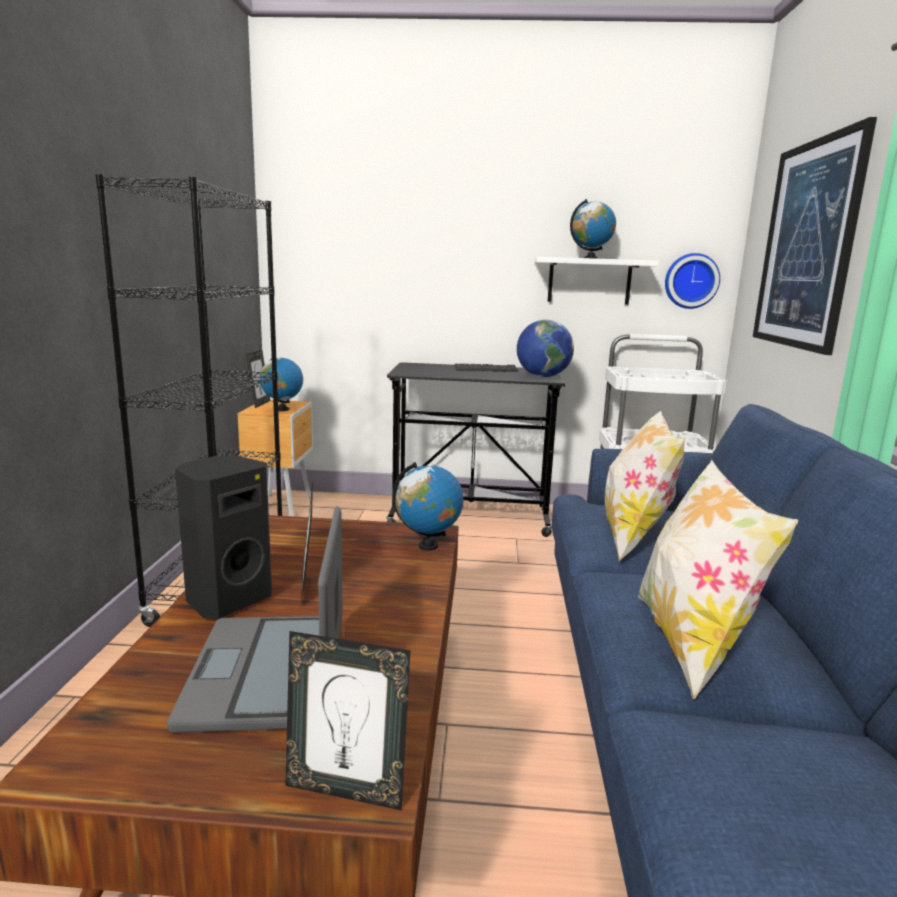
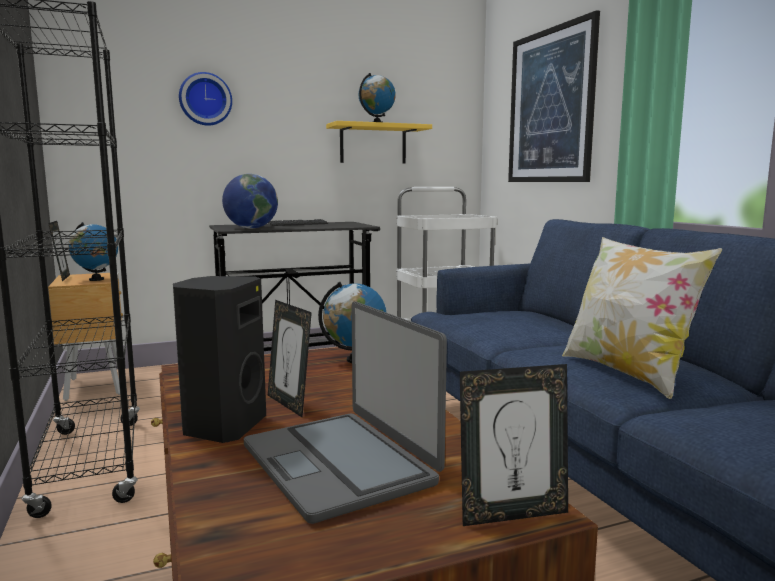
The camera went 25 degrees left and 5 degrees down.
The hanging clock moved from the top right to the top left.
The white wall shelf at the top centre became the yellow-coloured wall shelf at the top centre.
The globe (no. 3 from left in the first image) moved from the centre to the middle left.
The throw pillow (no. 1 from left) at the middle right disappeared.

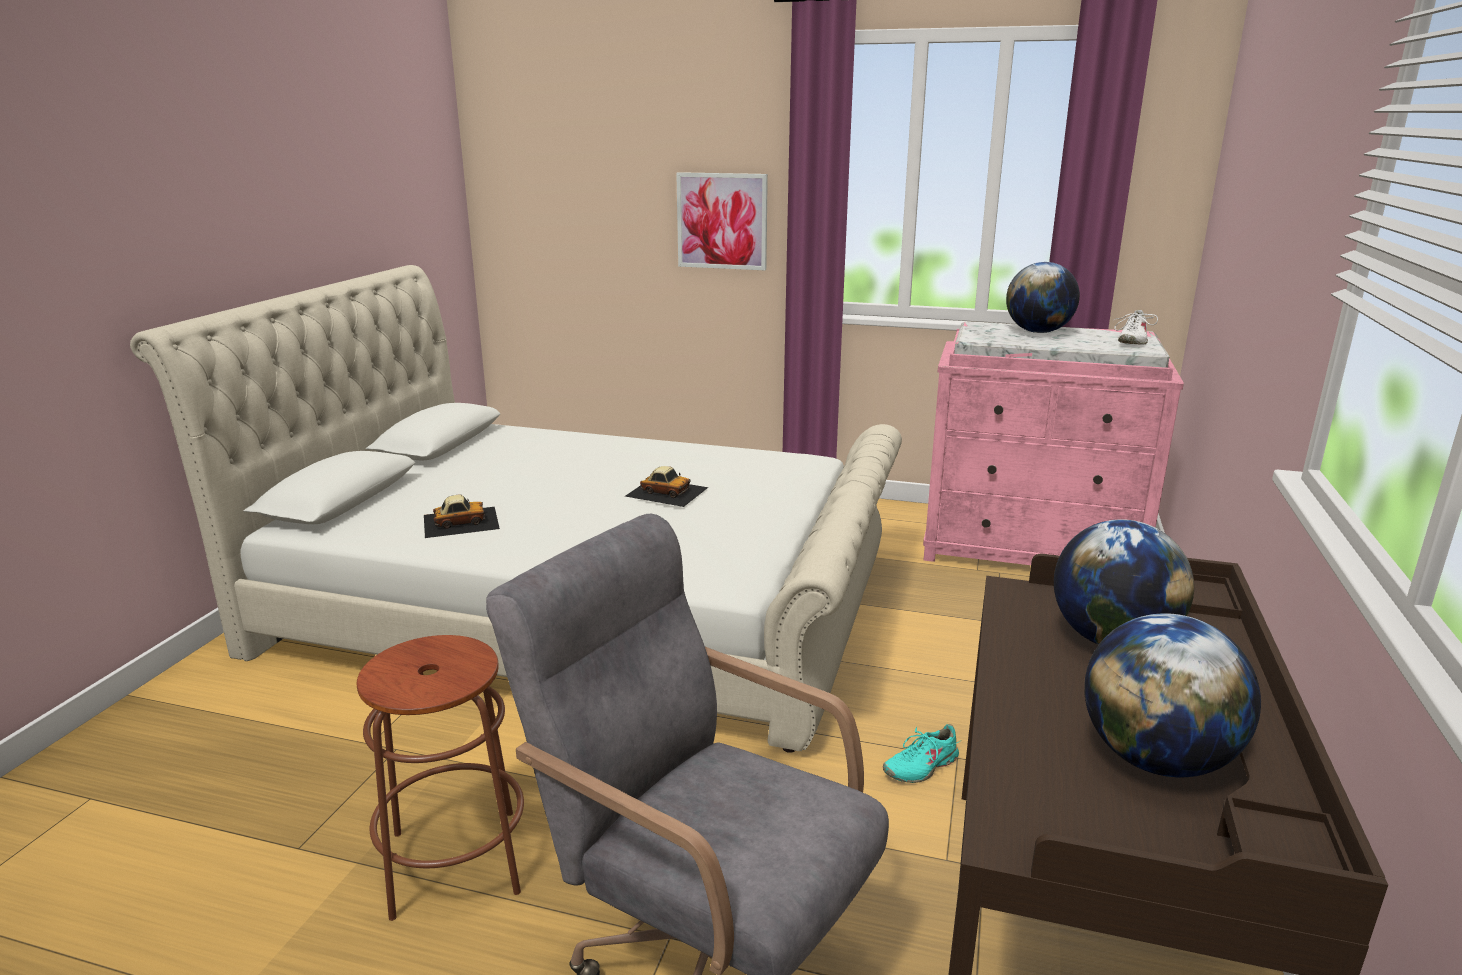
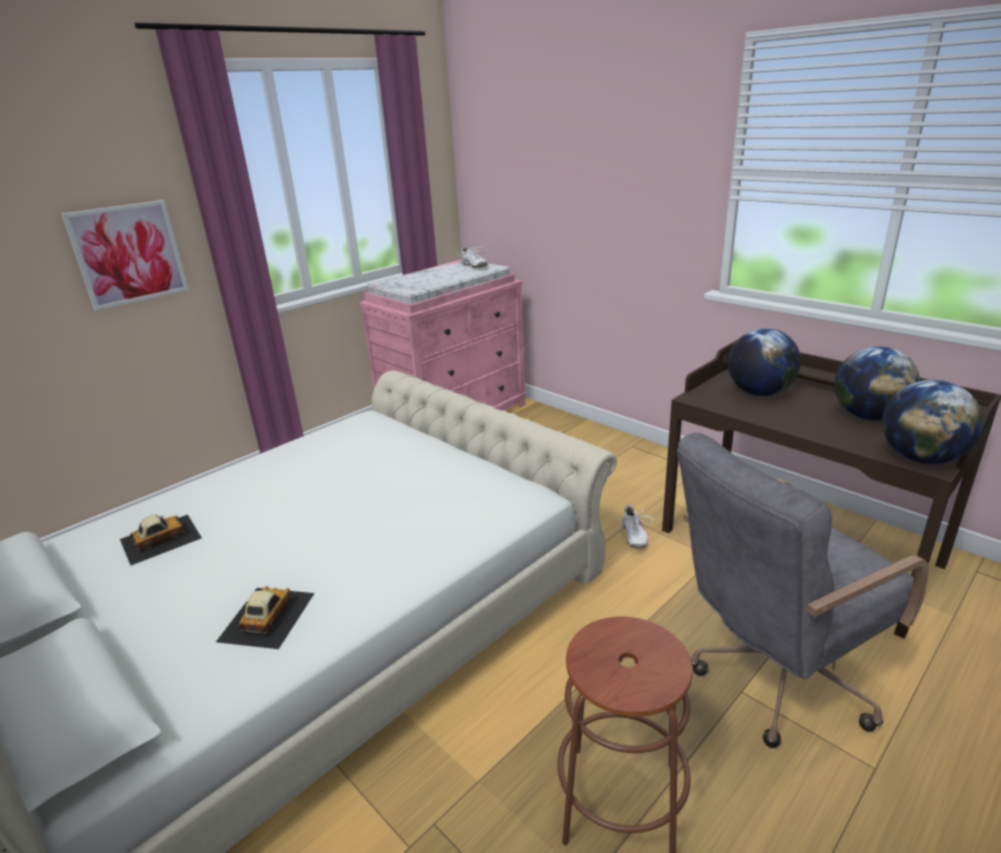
The camera went 60 degrees left and 5 degrees up.
The globe (no. 1 from left in the first image) moved from the top right to the middle right.
The toy car (no. 2 from left in the first image) moved from the centre to the middle left.
The turquoise-coloured low shoe at the bottom centre became the white low shoe (no. 2 from left) at the centre.

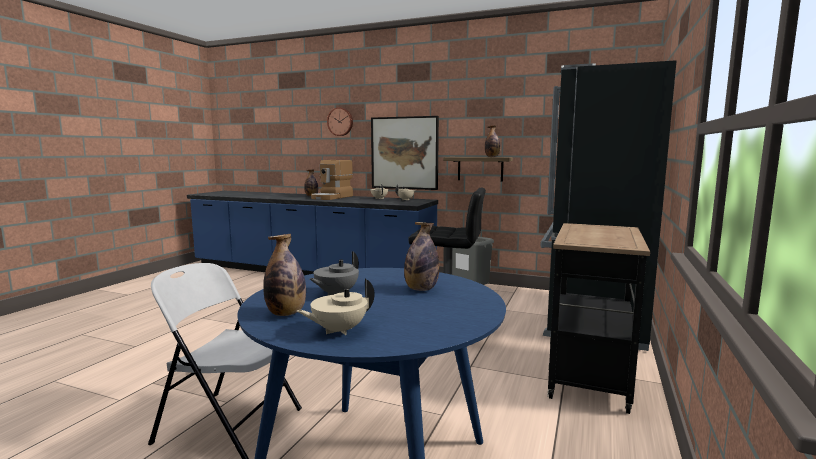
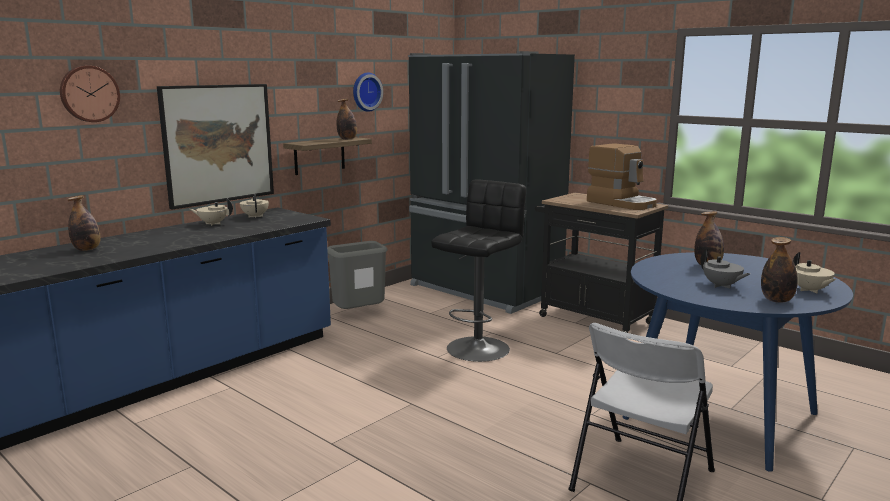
The camera went 70 degrees left and 5 degrees up.
The coffee brewer moved from the centre to the middle right.
The hanging clock (no. 2 from left) at the top centre appeared.

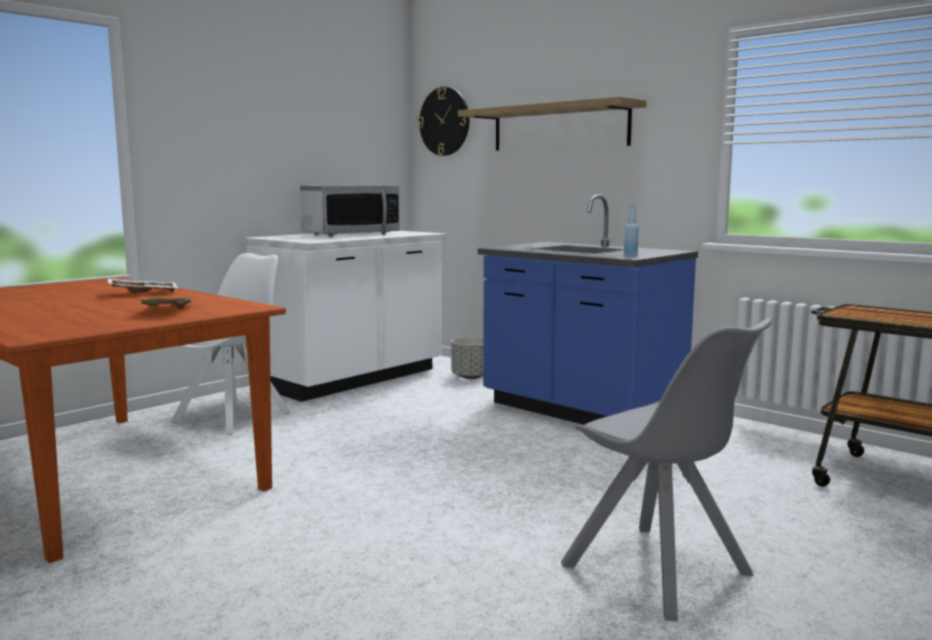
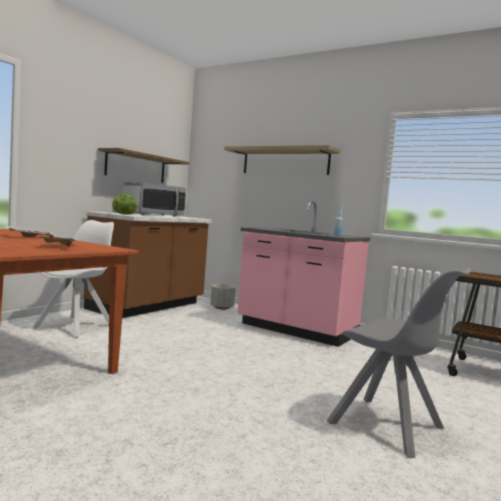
The camera went 10 degrees left and 5 degrees down.
The hanging clock at the top centre disappeared.
The bluish kitchen base unit at the centre became the pink kitchen base unit at the centre.
The white kitchen base unit at the centre became the brown-coloured kitchen base unit at the middle left.
The wall shelf (no. 1 from left) at the top left appeared.
The lettuce head at the middle left appeared.

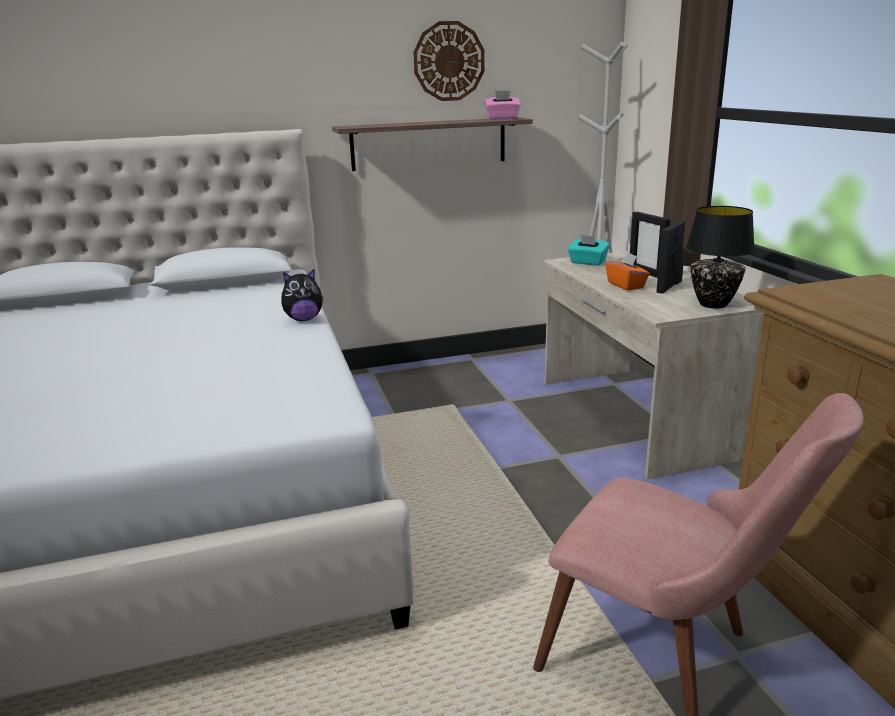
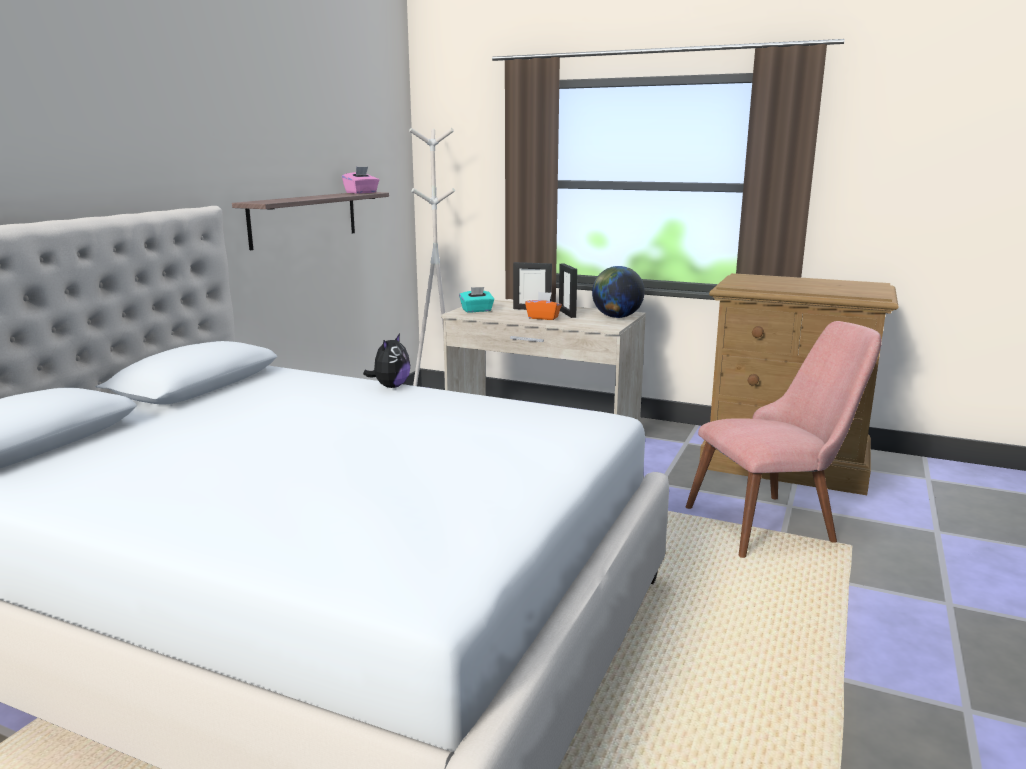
The camera went 50 degrees left and 5 degrees down.
The hanging clock at the top centre disappeared.
The blackish lamp for a table at the middle right was replaced by the globe at the centre.

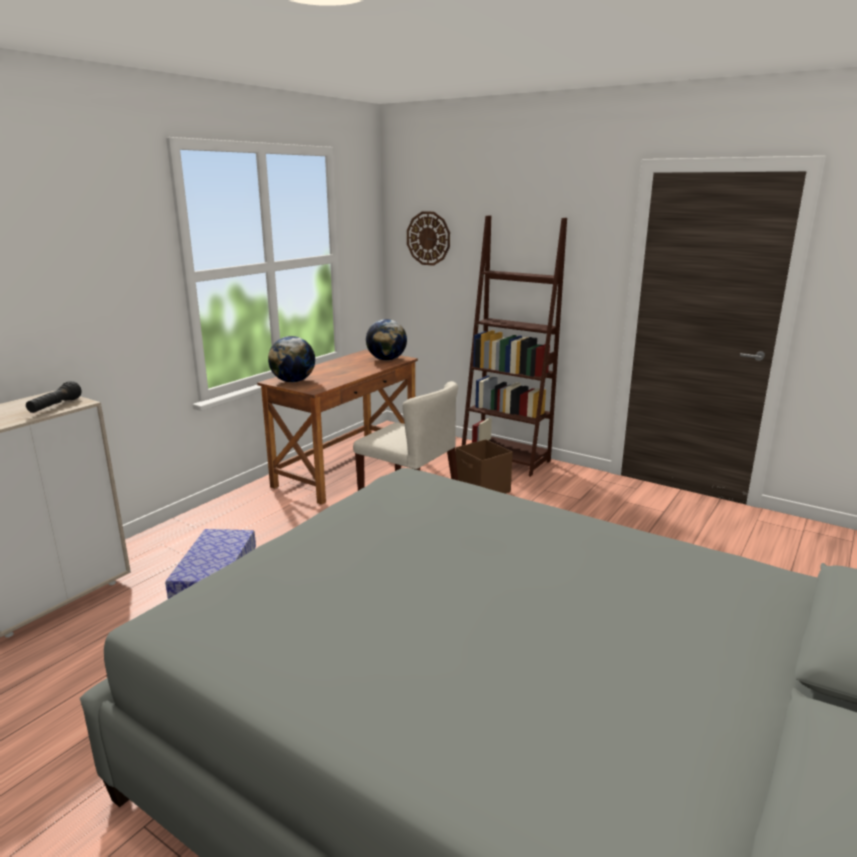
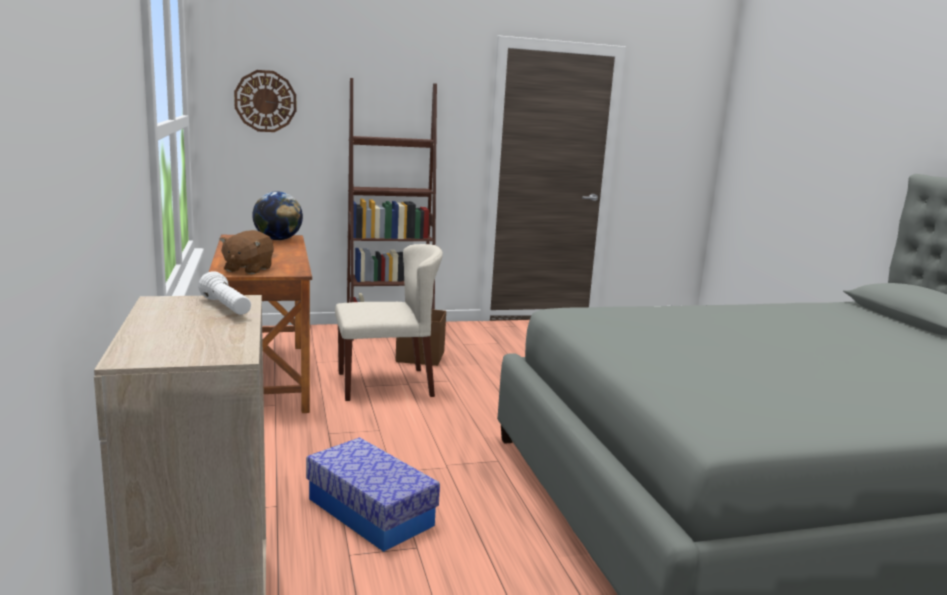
The camera went 50 degrees left and 5 degrees down.
The globe (no. 1 from left) at the centre was replaced by the brown-coloured soft toy at the middle left.
The blackish flashlight at the middle left became the white flashlight at the middle left.

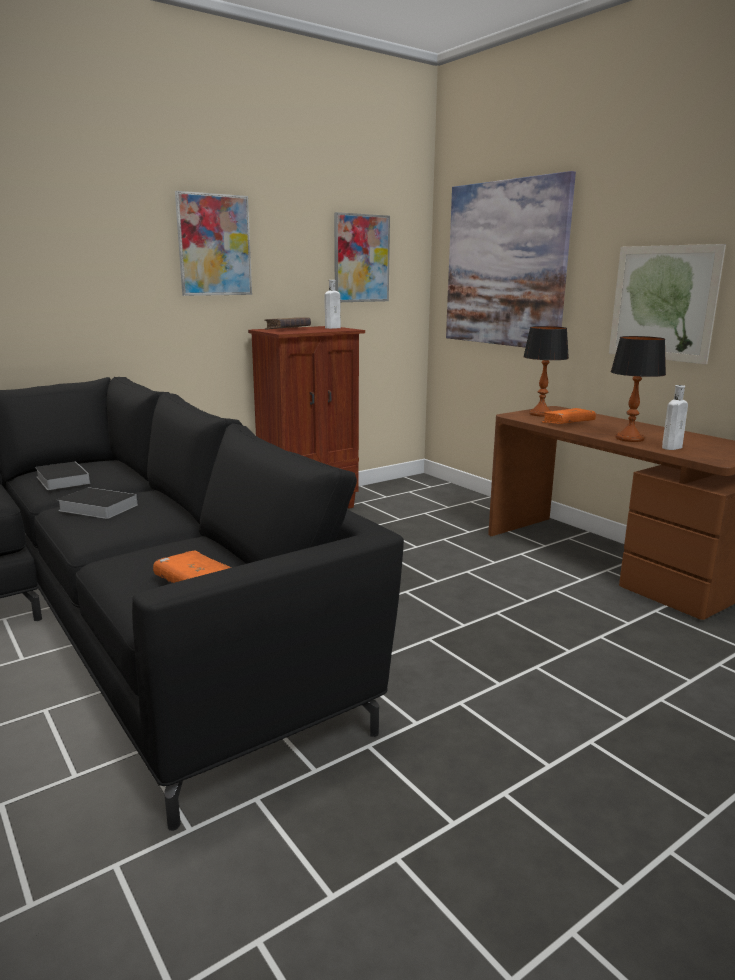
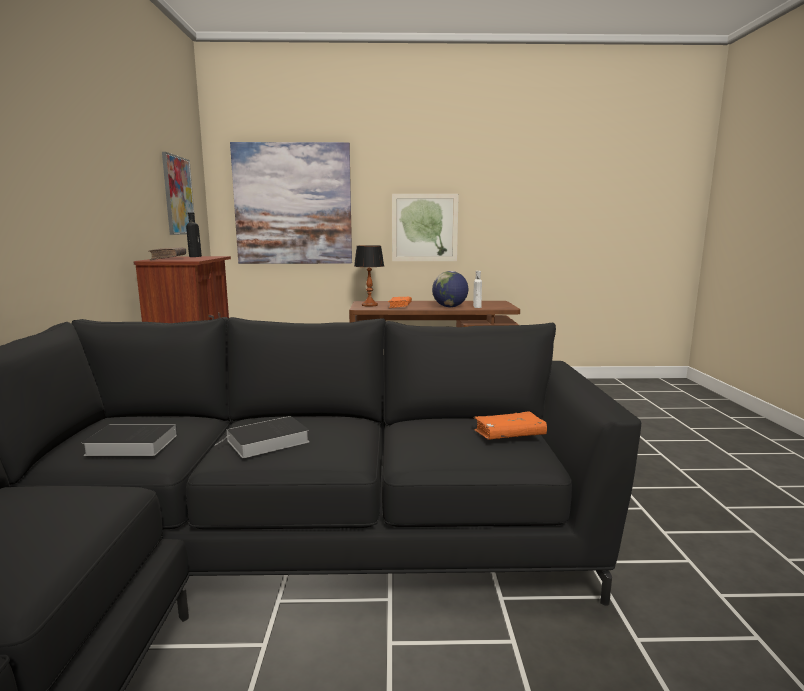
The camera went 55 degrees left and 5 degrees down.
The wall art (no. 1 from left) at the top left disappeared.
The white bottle (no. 1 from left) at the top centre became the blackish bottle at the middle left.
The lamp for a table (no. 2 from left) at the middle right was replaced by the globe at the centre.

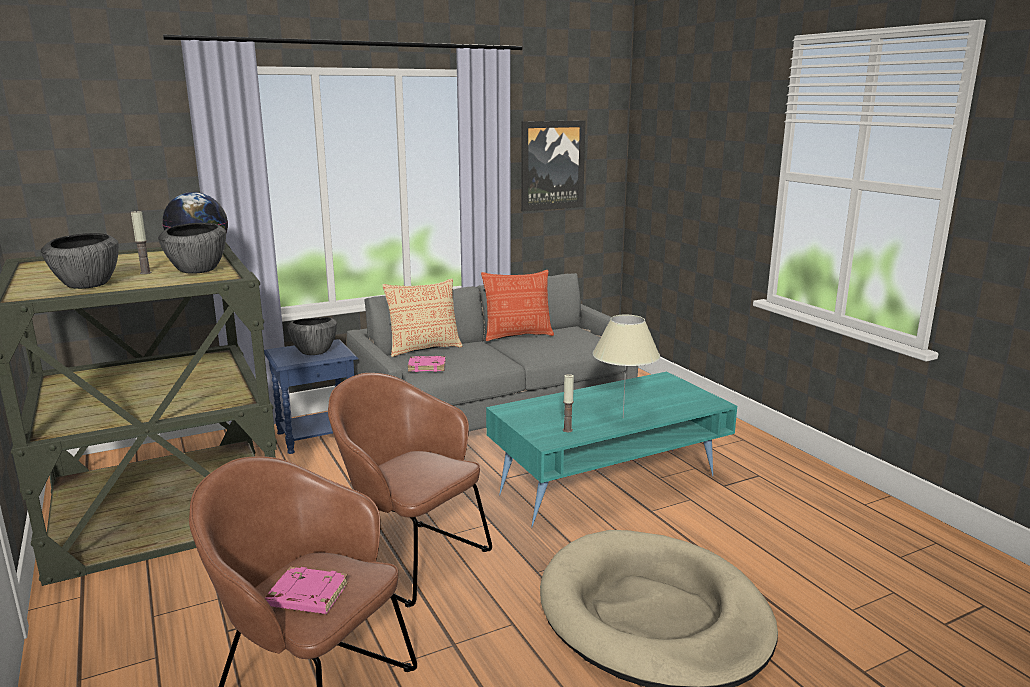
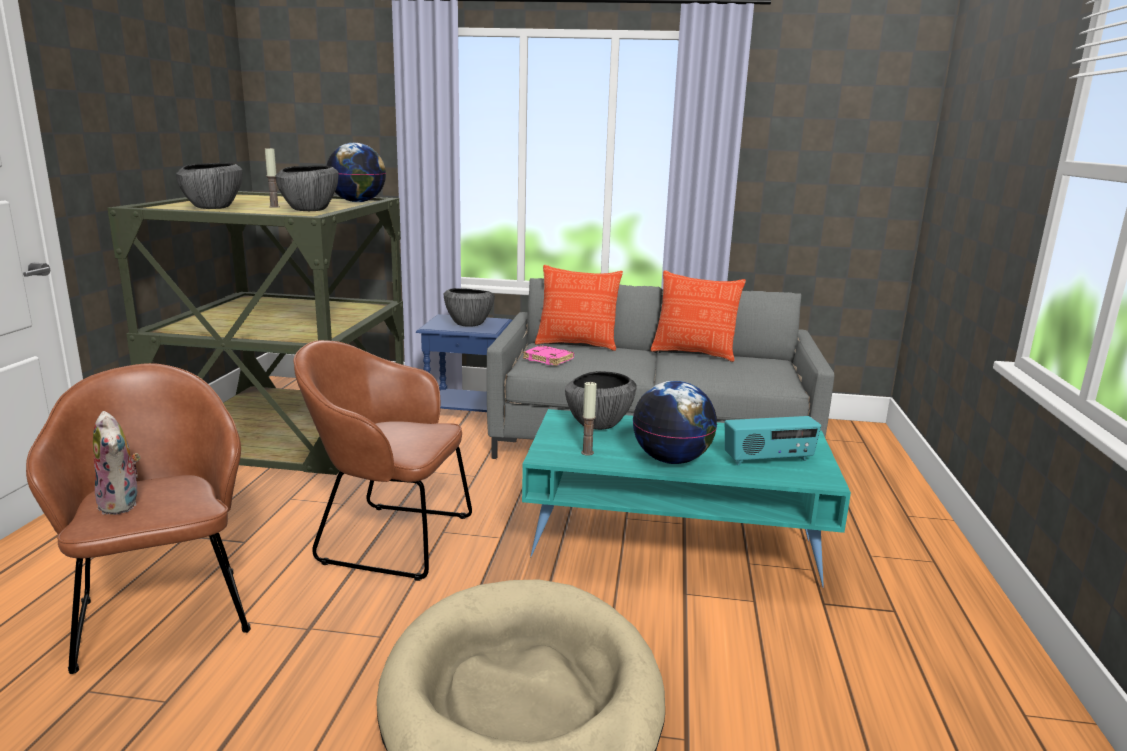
The camera went 35 degrees right and 0 degrees up.
The wall art at the top centre disappeared.
The beige-coloured throw pillow at the centre became the orange-coloured throw pillow (no. 1 from left) at the centre.
The beige-coloured lamp for a table at the centre was replaced by the globe (no. 2 from left) at the centre.
The brown-coloured lounge chair (no. 2 from left) at the bottom centre turned 60 degrees counterclockwise.
The pink bound book (no. 1 from left) at the bottom left was replaced by the soft toy at the middle left.
The deep dish (no. 4 from left) at the centre appeared.
The radio receiver at the middle right appeared.

